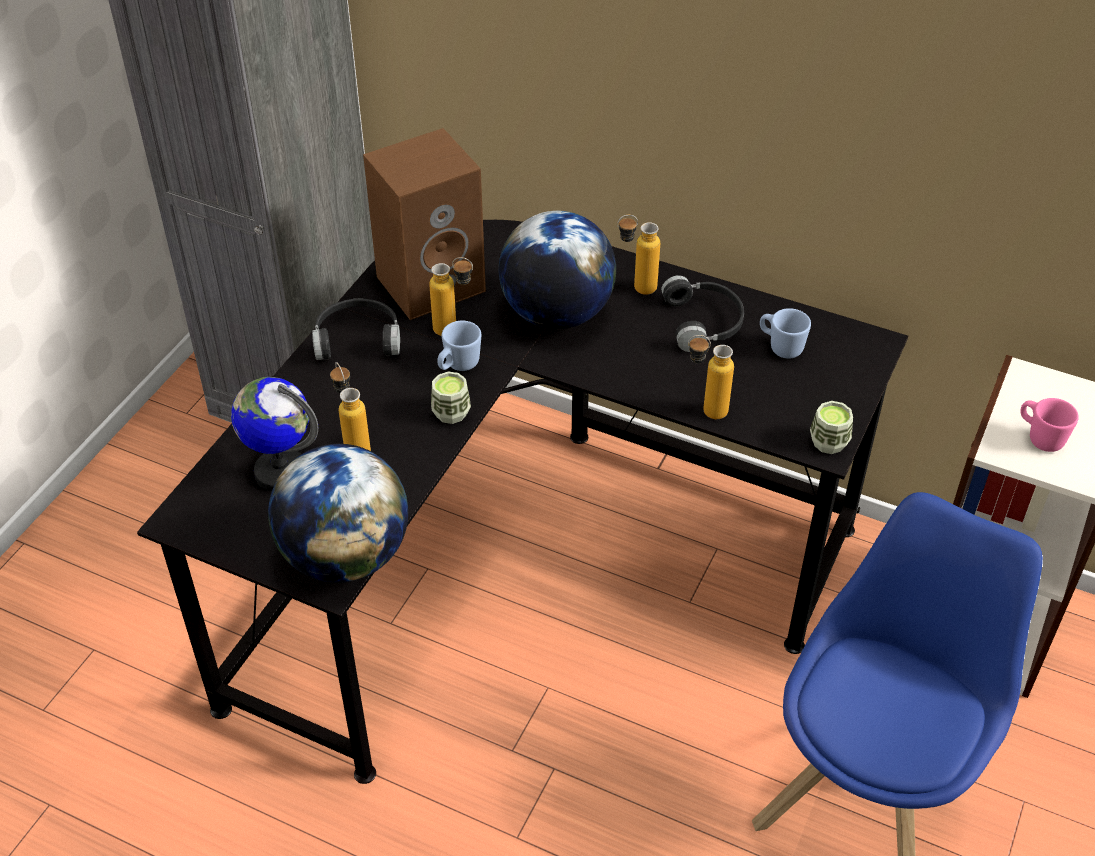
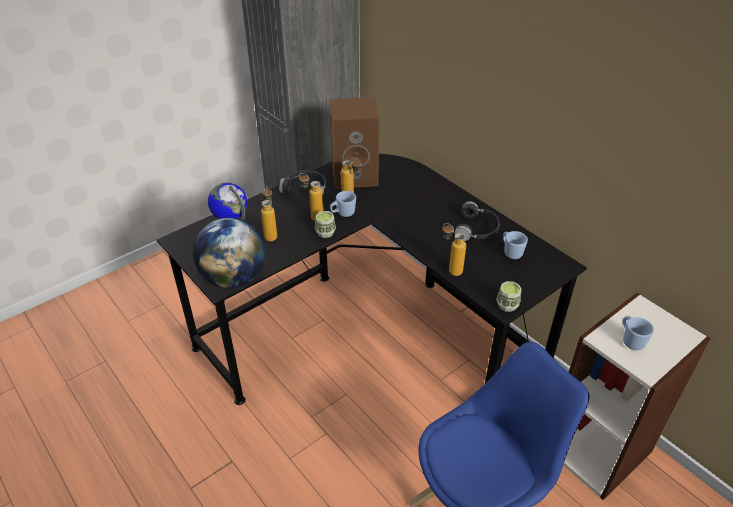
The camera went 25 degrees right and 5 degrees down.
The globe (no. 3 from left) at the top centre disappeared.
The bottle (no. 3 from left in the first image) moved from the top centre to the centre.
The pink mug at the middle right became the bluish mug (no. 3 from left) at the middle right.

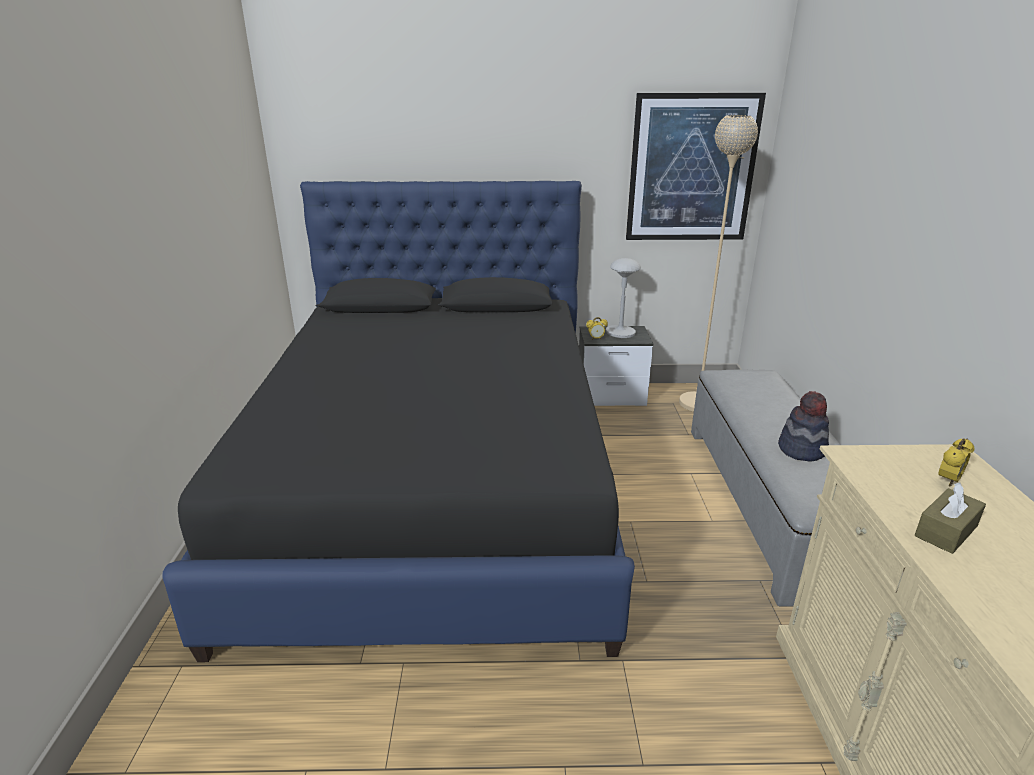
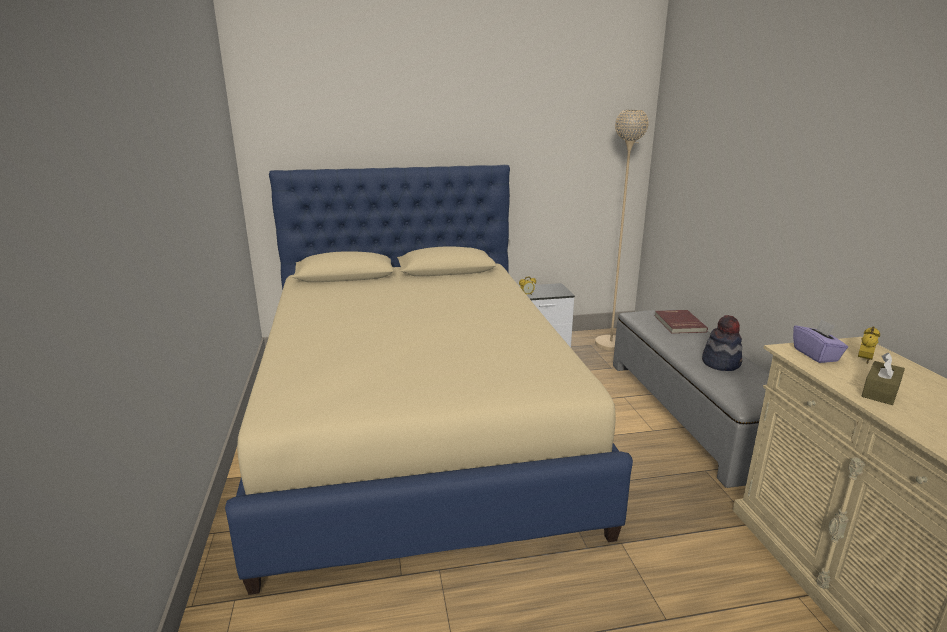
The camera went 10 degrees left and 5 degrees down.
The wall art at the top right disappeared.
The blackish sleeping bed at the centre became the beige-coloured sleeping bed at the centre.
The grey lamp for a table at the centre disappeared.
The red-coloured bound book at the middle right appeared.
The purplish tissue holder at the middle right appeared.

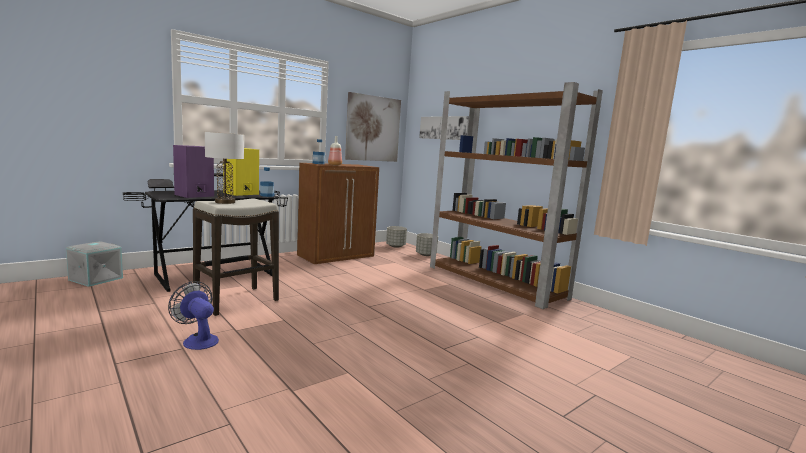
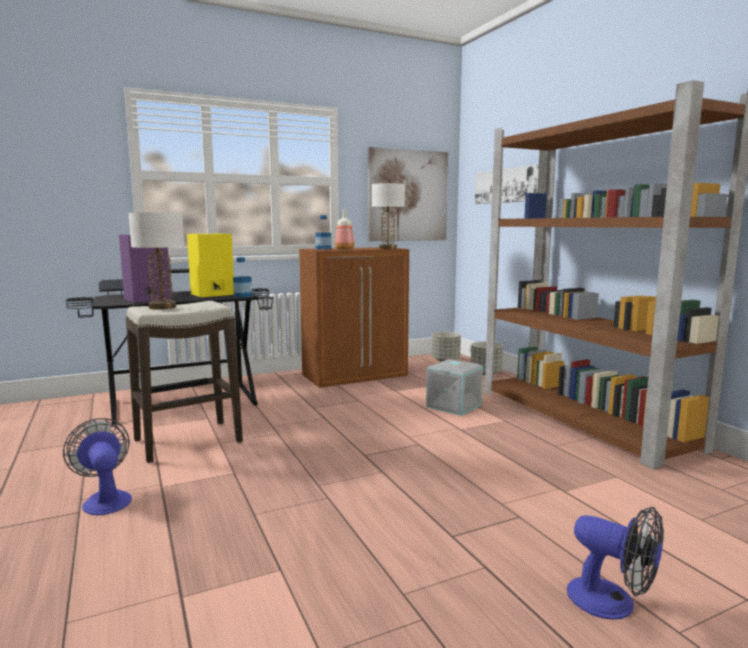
The camera went 15 degrees right and 0 degrees up.
The grey storage bin moved from the middle left to the centre.
The lamp for a table (no. 2 from left) at the centre appeared.
The cooling fan (no. 2 from left) at the bottom right appeared.

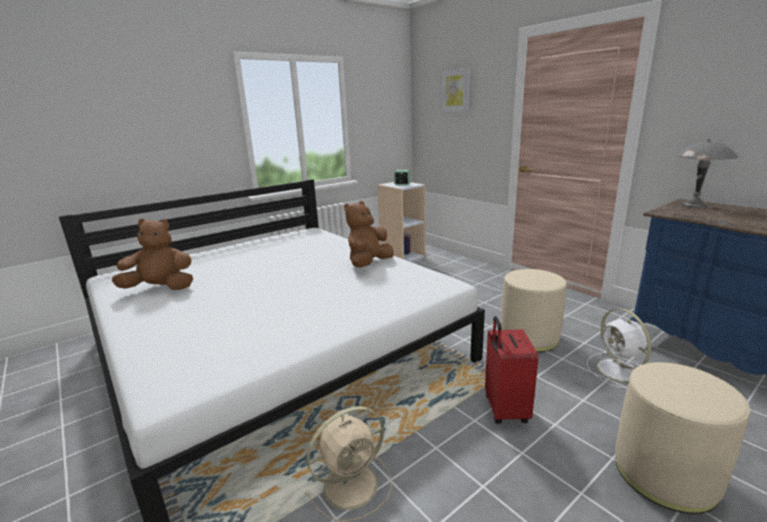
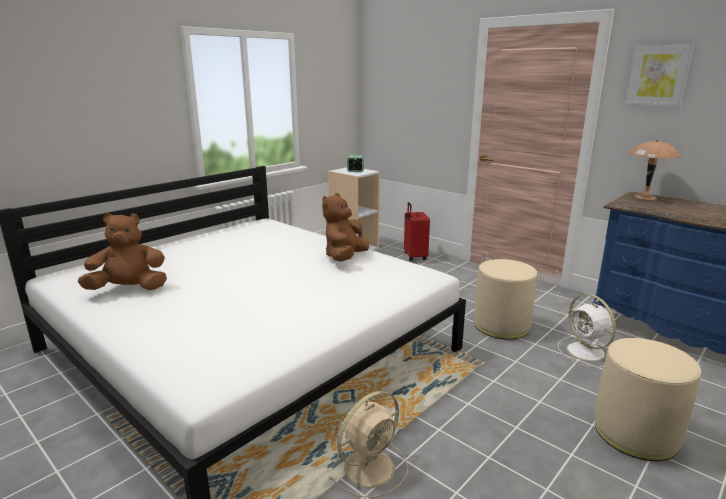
The camera went 10 degrees left and 0 degrees up.
The wall art moved from the top centre to the top right.
The grey lamp for a table at the top right became the brown-coloured lamp for a table at the middle right.
The red-coloured travel case moved from the bottom right to the centre.

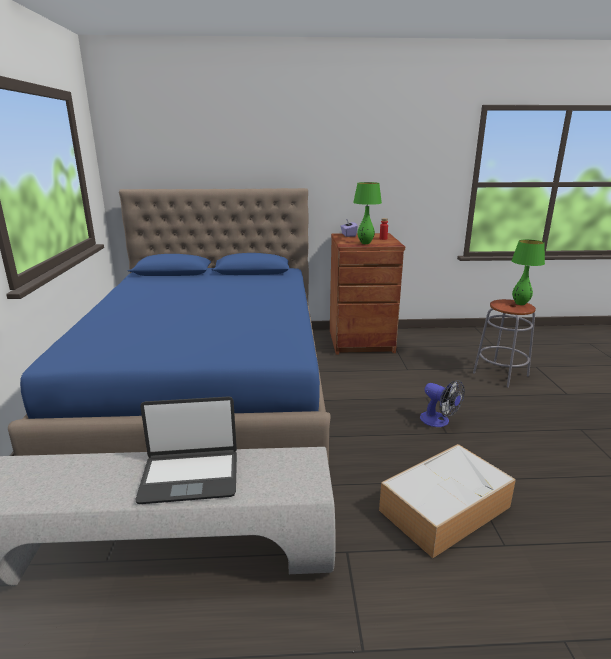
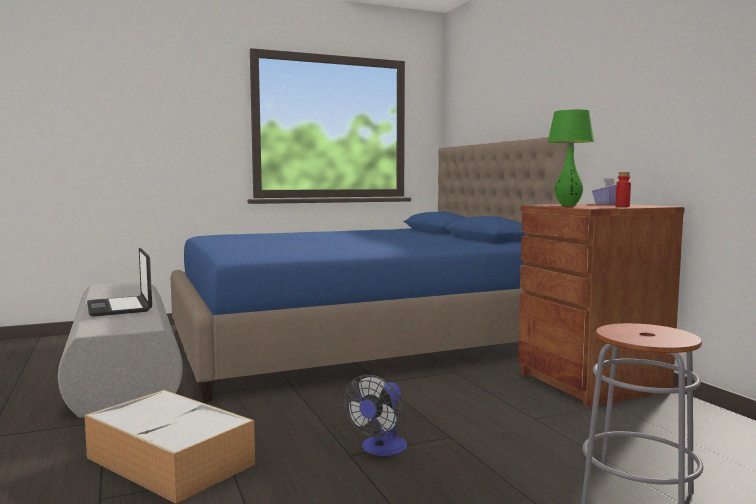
The camera went 70 degrees right and 15 degrees down.
The green lamp for a table (no. 2 from left) at the middle right disappeared.

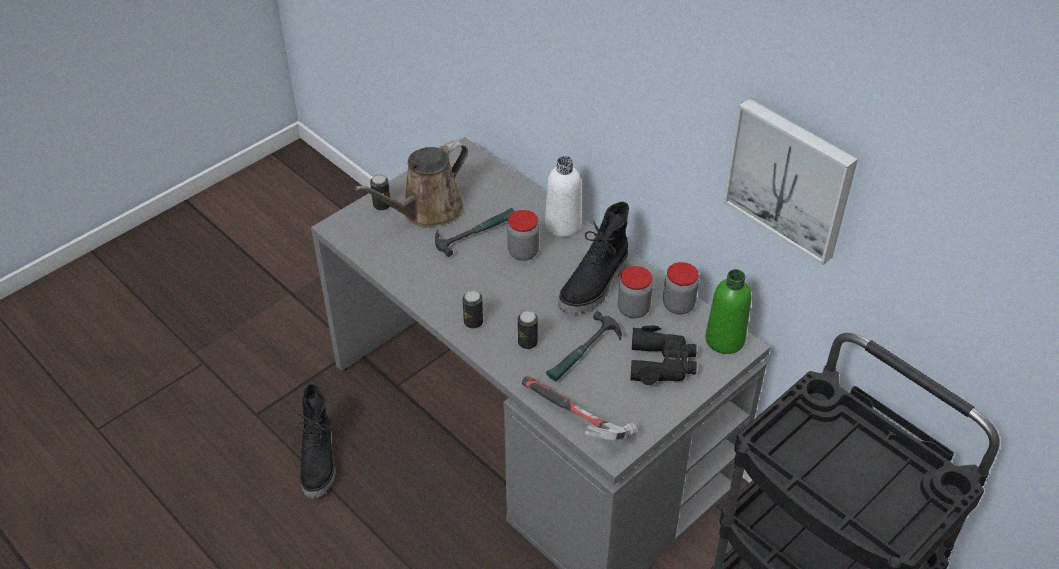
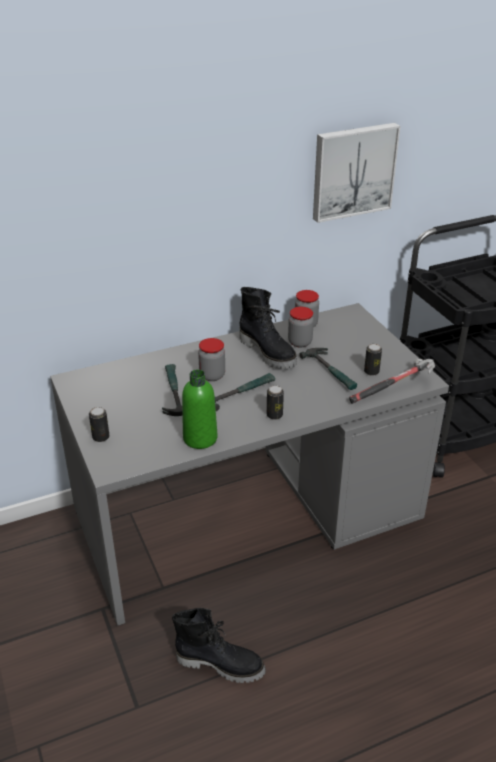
The camera went 70 degrees left and 10 degrees down.
The brown-coloured watering pot at the top centre disappeared.
The white bottle at the centre disappeared.
The green bottle moved from the middle right to the centre.
The can (no. 3 from left) moved from the centre to the middle right.
The blackish field glasses at the centre disappeared.
The hammer (no. 2 from left) at the centre appeared.

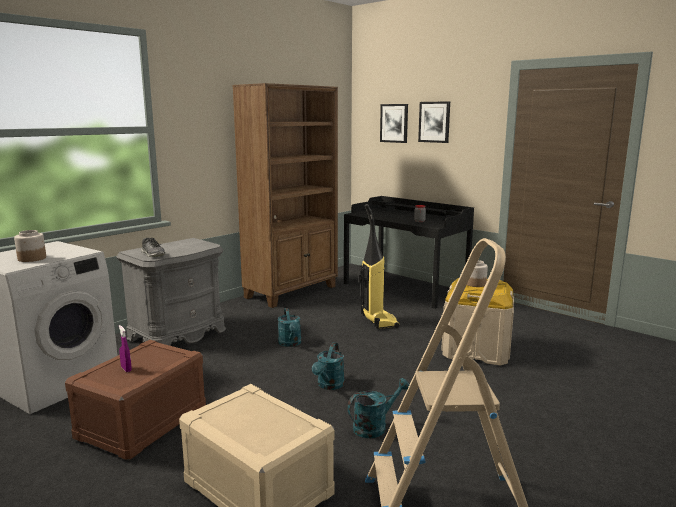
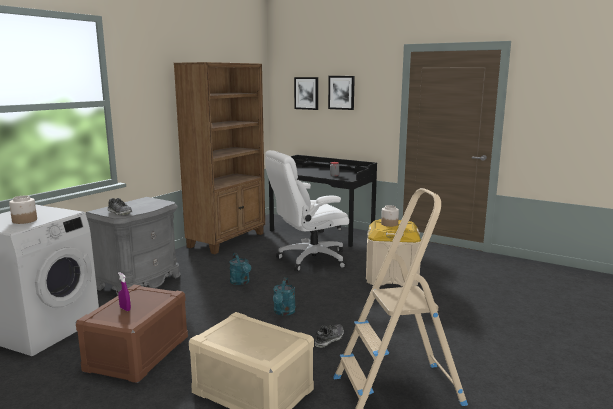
The camera went 10 degrees left and 0 degrees up.
The vacuum cleaner at the centre was replaced by the white office chair at the centre.
The turquoise-coloured watering pot (no. 3 from left) at the bottom centre was replaced by the low shoe (no. 2 from left) at the bottom centre.

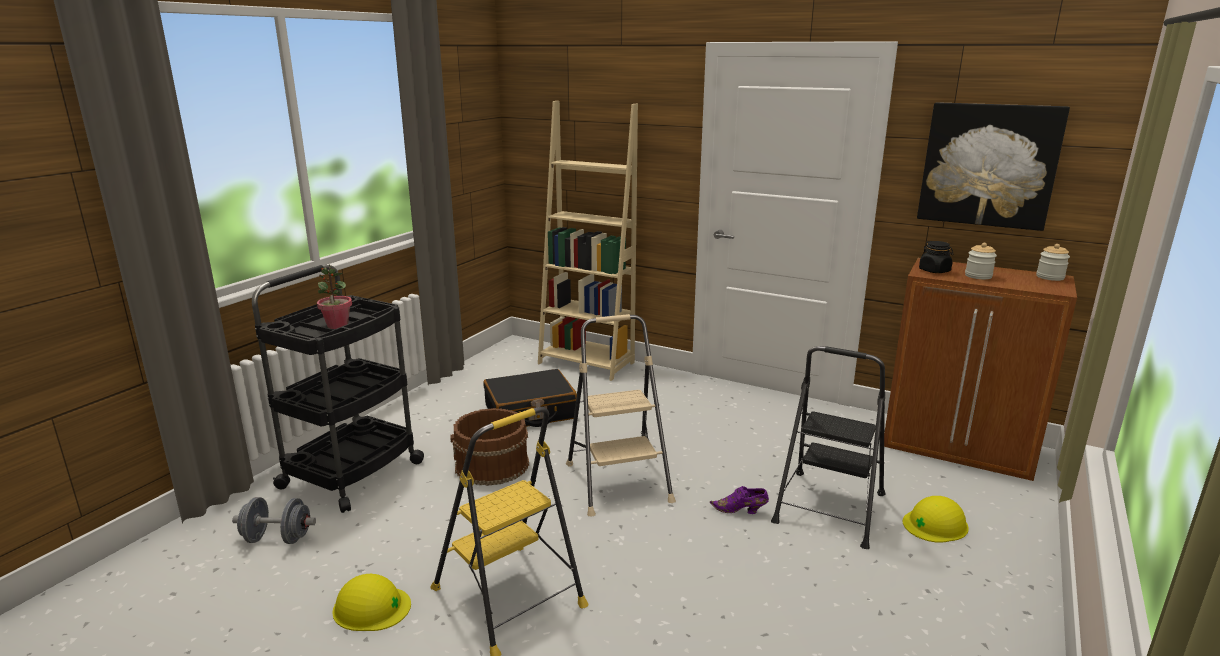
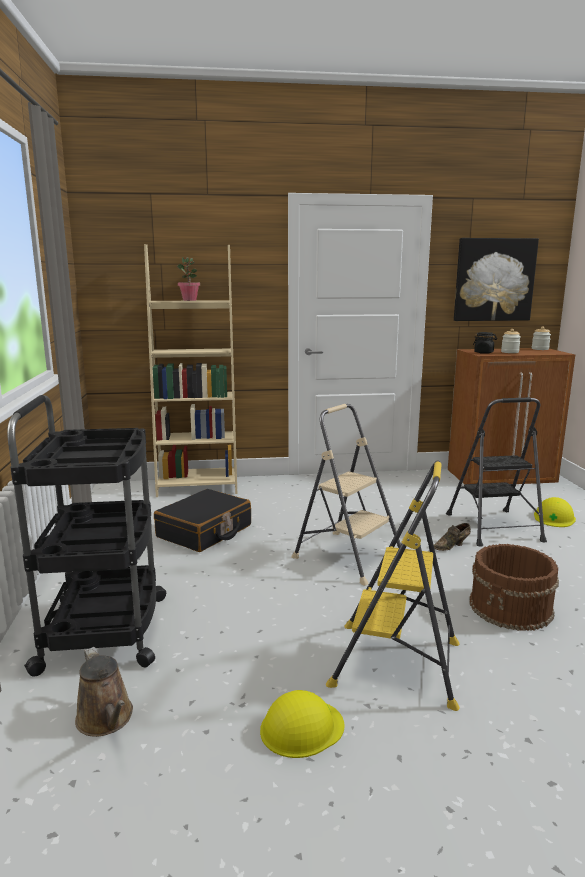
The camera went 35 degrees left and 5 degrees down.
The houseplant moved from the middle left to the top left.
The brown-coloured pail moved from the bottom centre to the bottom right.
The purplish low shoe at the bottom centre became the brown-coloured low shoe at the middle right.
The grey free weight at the bottom left was replaced by the brown-coloured watering pot at the bottom left.

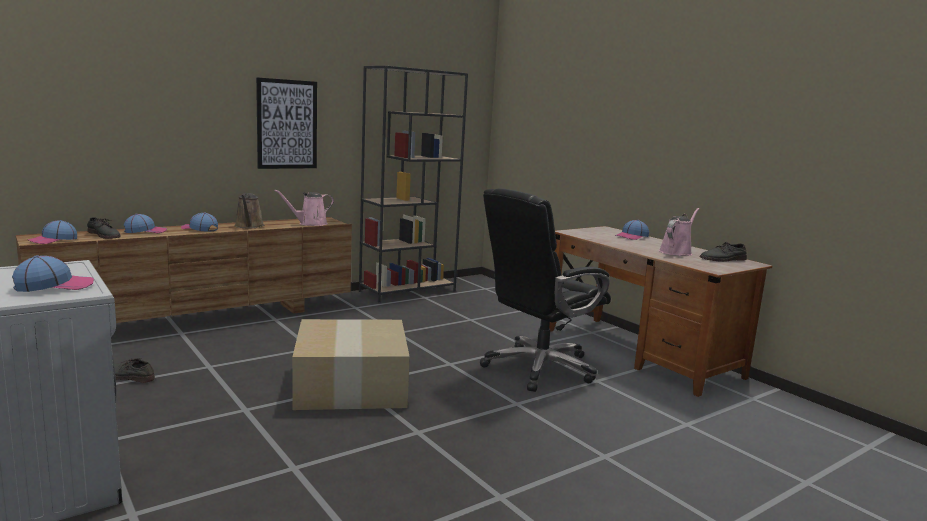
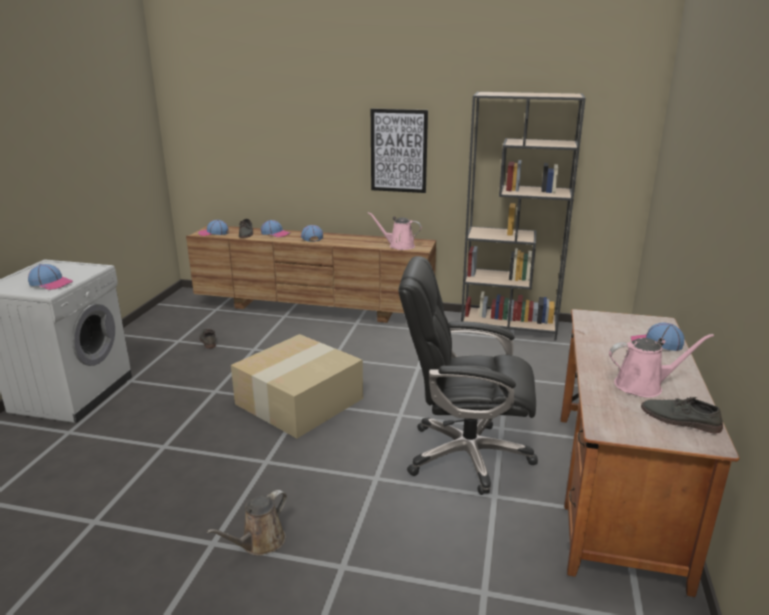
The camera went 50 degrees right and 10 degrees up.
The brown-coloured watering pot moved from the middle left to the bottom left.

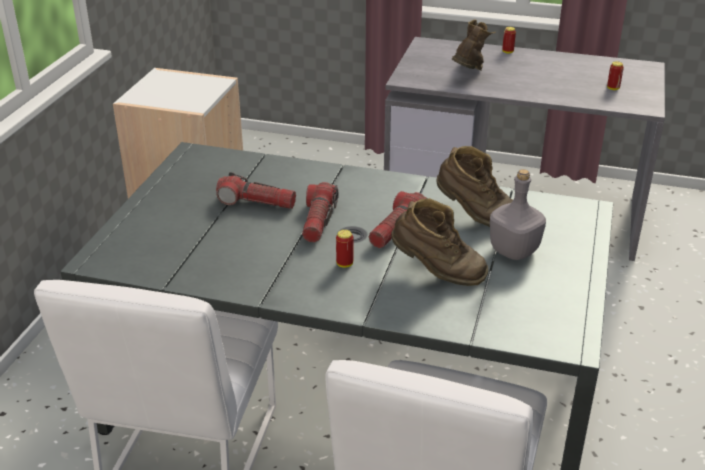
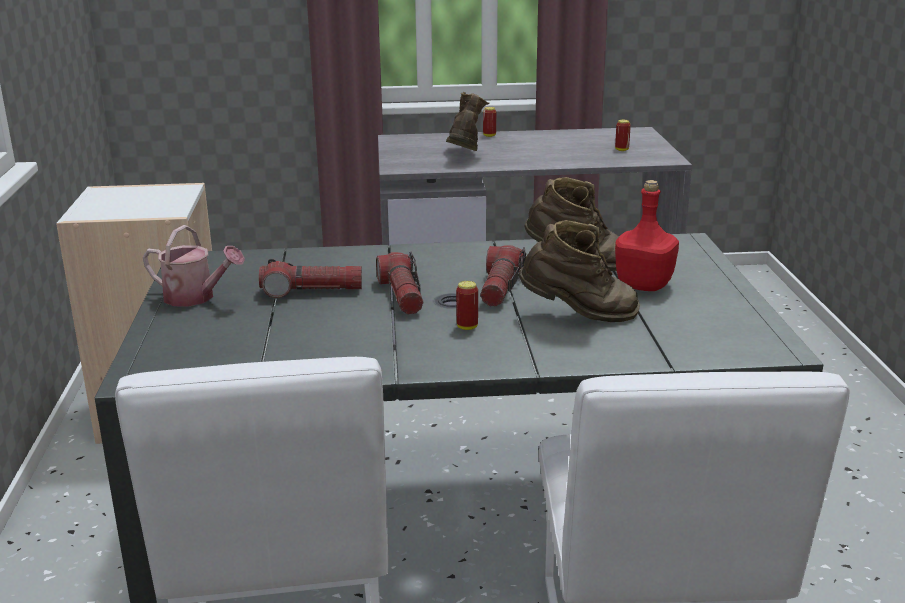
The camera went 20 degrees left and 10 degrees down.
The grey bottle at the middle right became the red-coloured bottle at the middle right.
The watering pot at the middle left appeared.

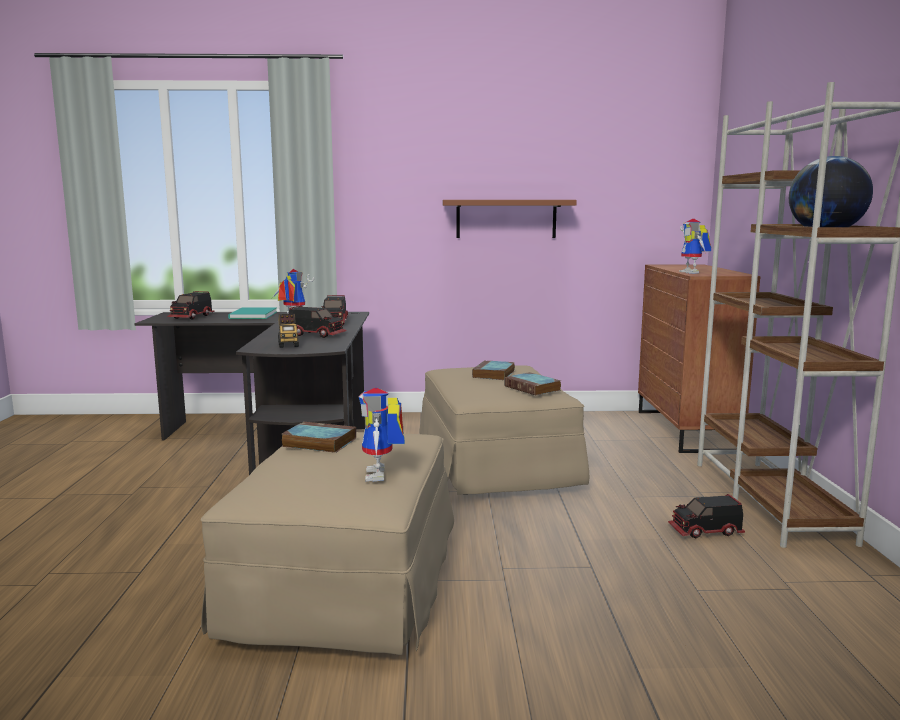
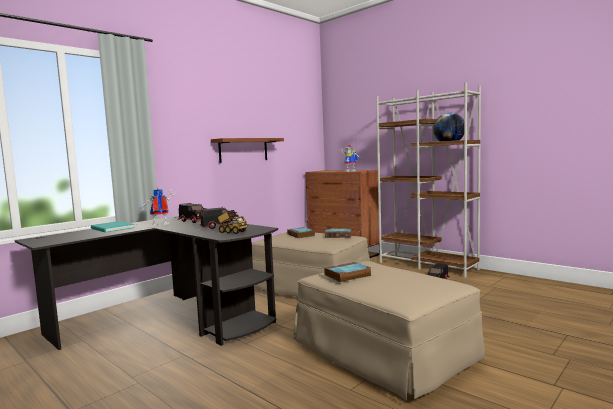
The camera went 45 degrees left and 5 degrees down.
The toy truck (no. 1 from left) at the middle left disappeared.
The robot figure (no. 2 from left) at the centre disappeared.

